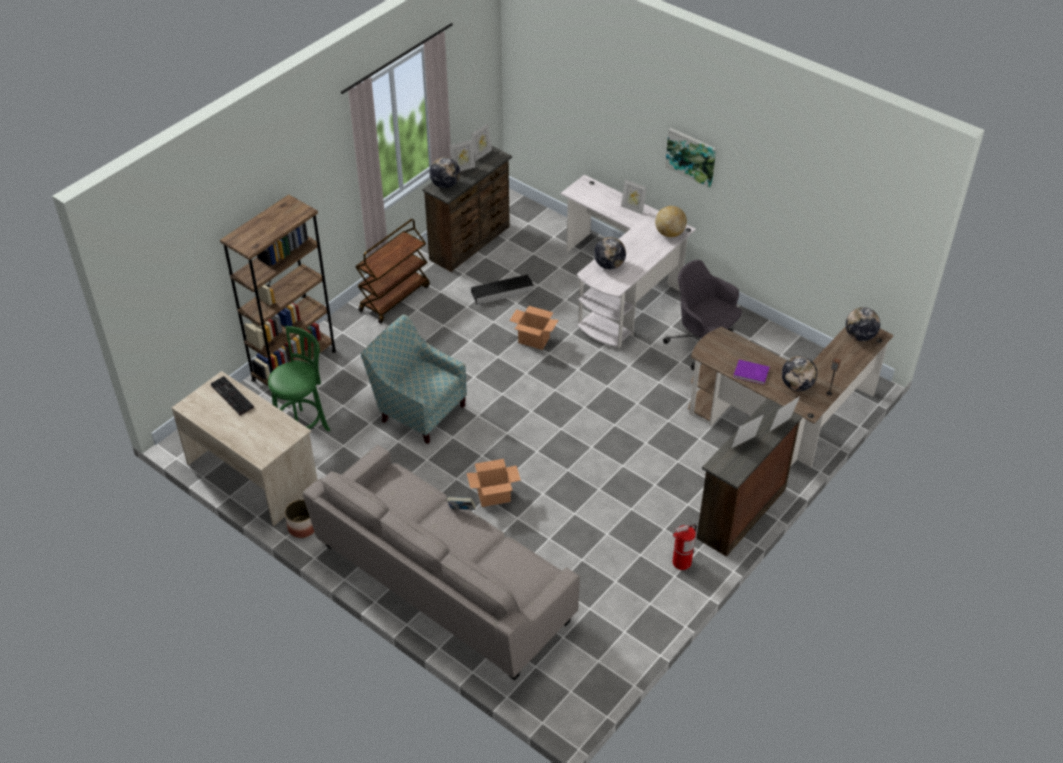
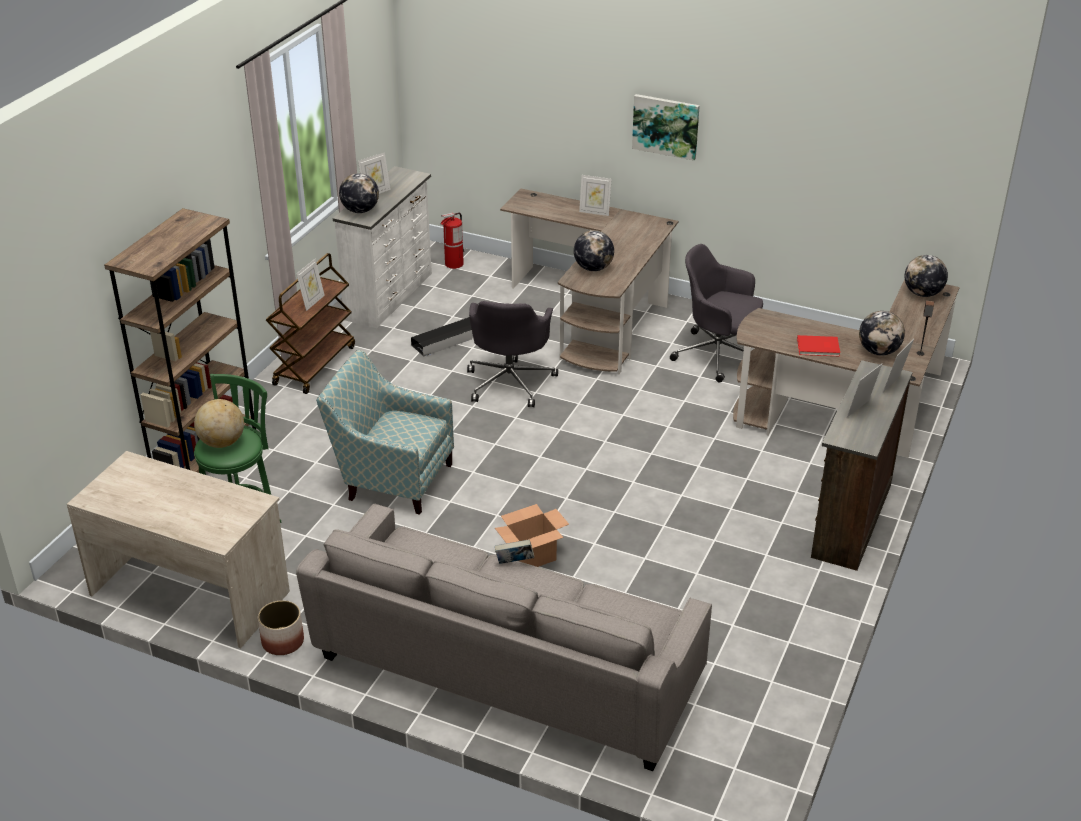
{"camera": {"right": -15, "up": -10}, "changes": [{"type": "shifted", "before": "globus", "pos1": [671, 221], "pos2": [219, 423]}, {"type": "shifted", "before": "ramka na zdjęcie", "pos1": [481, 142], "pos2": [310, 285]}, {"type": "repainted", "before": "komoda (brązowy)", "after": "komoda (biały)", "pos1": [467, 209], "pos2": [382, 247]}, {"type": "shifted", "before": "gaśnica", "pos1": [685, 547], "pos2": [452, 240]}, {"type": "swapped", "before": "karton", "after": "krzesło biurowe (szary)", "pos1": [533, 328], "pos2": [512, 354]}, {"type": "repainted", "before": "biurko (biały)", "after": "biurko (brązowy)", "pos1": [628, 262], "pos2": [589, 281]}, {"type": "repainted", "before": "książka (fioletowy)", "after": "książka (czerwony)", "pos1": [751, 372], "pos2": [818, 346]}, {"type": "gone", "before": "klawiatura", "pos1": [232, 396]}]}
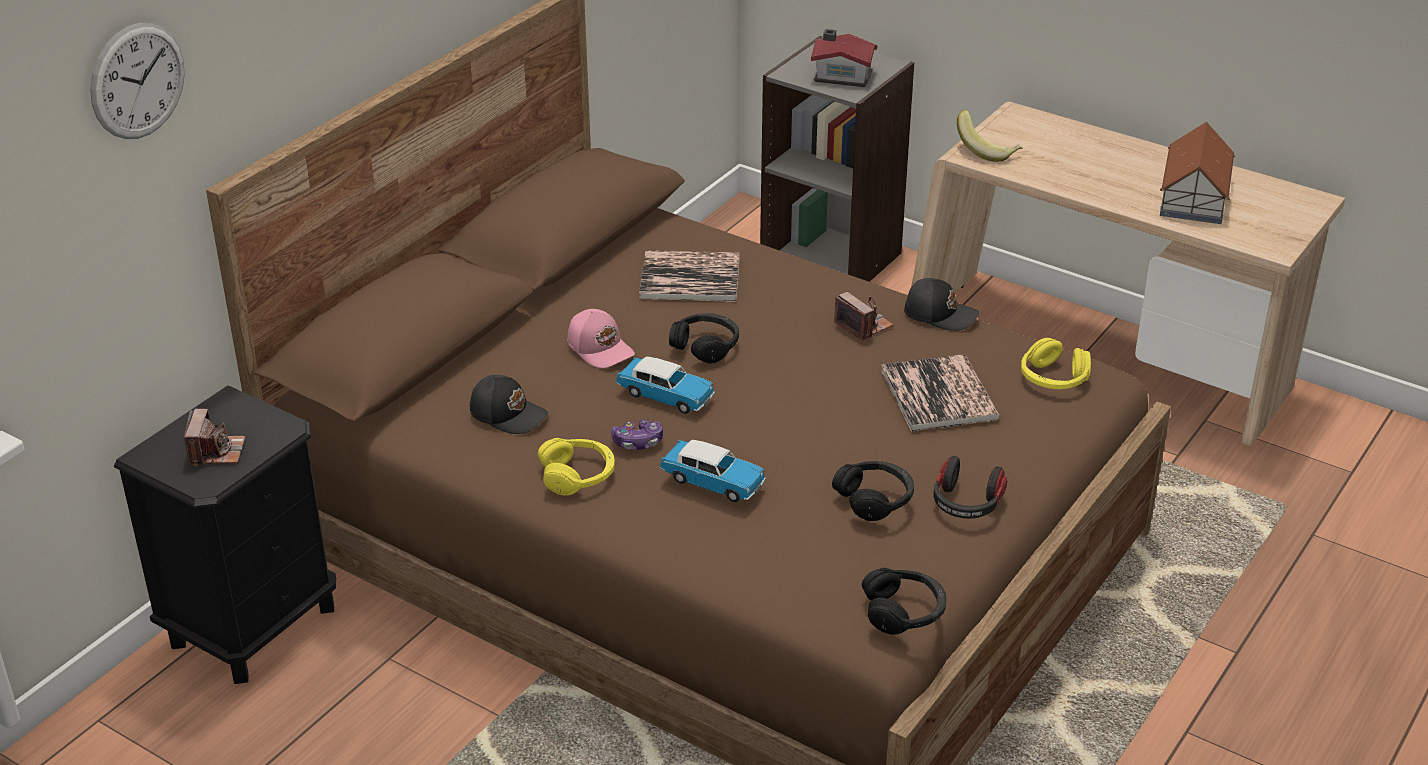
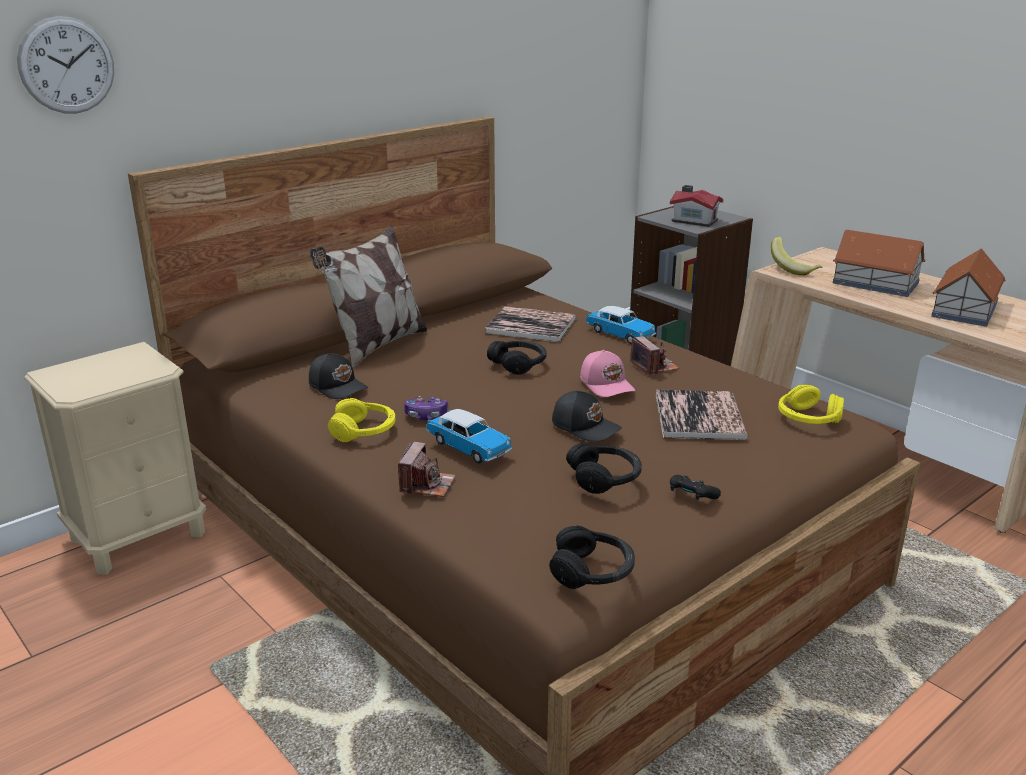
{"camera": {"right": 15, "up": -10}, "changes": [{"type": "repainted", "before": "szafka nocna (czarny)", "after": "szafka nocna (beżowy)", "pos1": [225, 534], "pos2": [115, 458]}, {"type": "new", "after": "poduszka", "pos2": [368, 296]}, {"type": "shifted", "before": "aparat fotograficzny", "pos1": [214, 438], "pos2": [427, 469]}, {"type": "shifted", "before": "czapka z daszkiem (czarny)", "pos1": [941, 304], "pos2": [587, 416]}, {"type": "shifted", "before": "czapka z daszkiem (różowy)", "pos1": [601, 338], "pos2": [607, 373]}, {"type": "shifted", "before": "samochodzik", "pos1": [665, 385], "pos2": [621, 325]}, {"type": "swapped", "before": "słuchawki", "after": "pad do gier (czarny)", "pos1": [970, 487], "pos2": [695, 487]}, {"type": "new", "after": "domek", "pos2": [879, 263]}]}
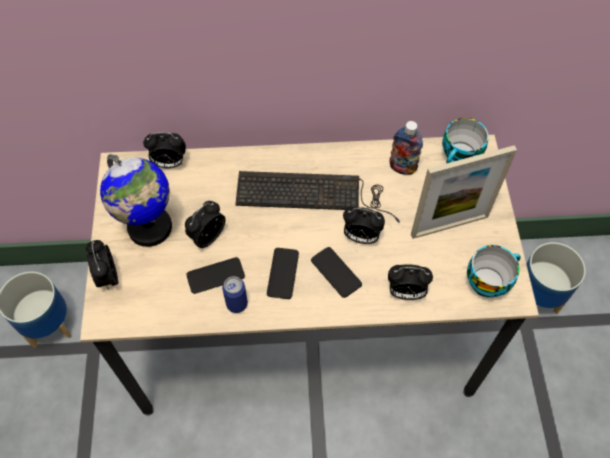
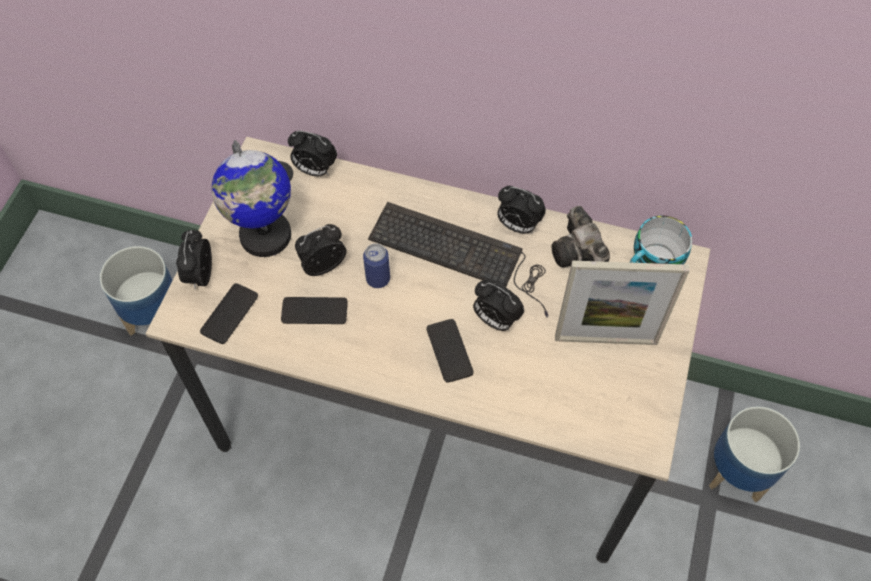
{"camera": {"right": 20, "up": 0}, "changes": [{"type": "shifted", "before": "telefon", "pos1": [283, 273], "pos2": [229, 313]}, {"type": "shifted", "before": "puszka", "pos1": [235, 294], "pos2": [376, 265]}, {"type": "shifted", "before": "budzik", "pos1": [410, 282], "pos2": [521, 209]}, {"type": "swapped", "before": "butelka", "after": "aparat fotograficzny", "pos1": [406, 148], "pos2": [581, 237]}, {"type": "gone", "before": "filiżanka", "pos1": [494, 271]}]}
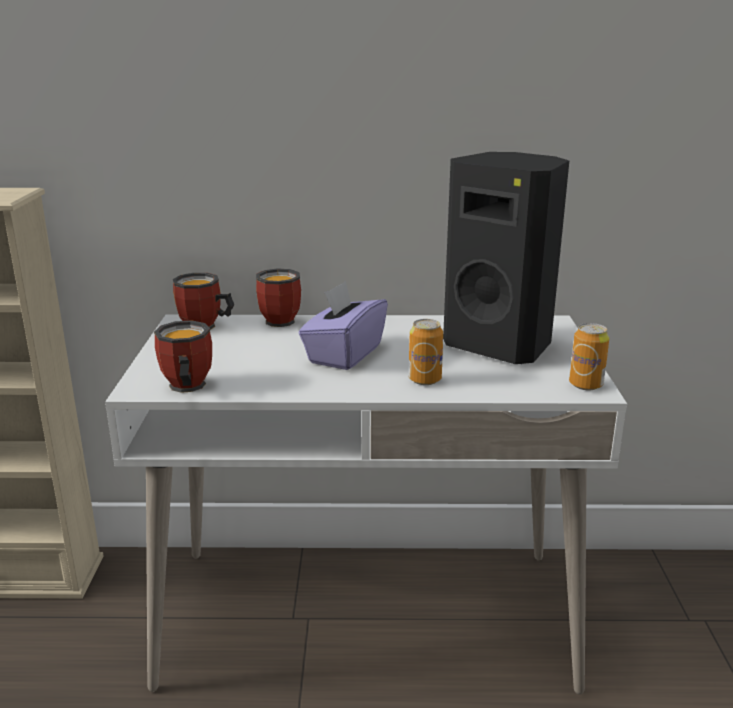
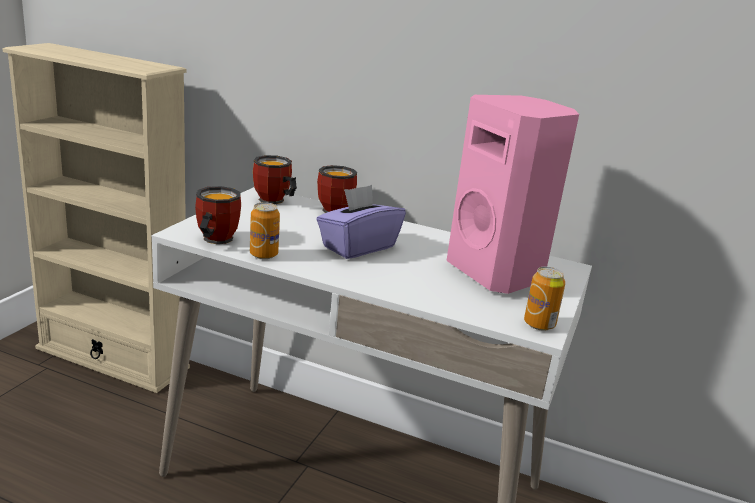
{"camera": {"right": 20, "up": 0}, "changes": [{"type": "shifted", "before": "puszka", "pos1": [425, 352], "pos2": [265, 230]}, {"type": "repainted", "before": "głośnik (czarny)", "after": "głośnik (różowy)", "pos1": [506, 258], "pos2": [512, 194]}]}
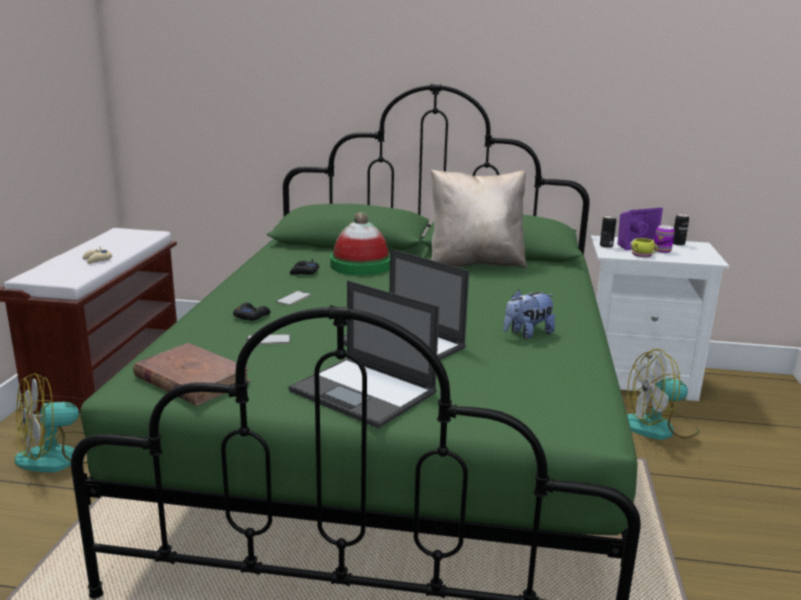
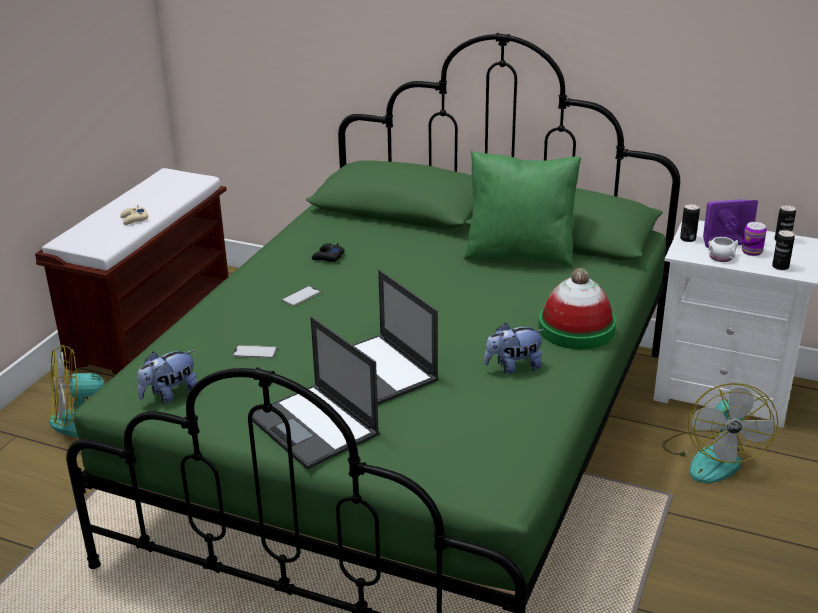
{"camera": {"right": 15, "up": 10}, "changes": [{"type": "swapped", "before": "książka (brązowy)", "after": "pluszak", "pos1": [192, 374], "pos2": [167, 376]}, {"type": "repainted", "before": "poduszka (beżowy)", "after": "poduszka (zielony)", "pos1": [479, 218], "pos2": [522, 209]}, {"type": "shifted", "before": "kapelusz", "pos1": [360, 243], "pos2": [577, 308]}, {"type": "rotated", "before": "wentylator", "pos1": [663, 394], "pos2": [720, 433], "turn": -90}, {"type": "repainted", "before": "kubek (żółty)", "after": "kubek (biały)", "pos1": [644, 247], "pos2": [723, 249]}, {"type": "new", "after": "puszka", "pos2": [783, 250]}, {"type": "gone", "before": "pad do gier (czarny)", "pos1": [252, 312]}]}
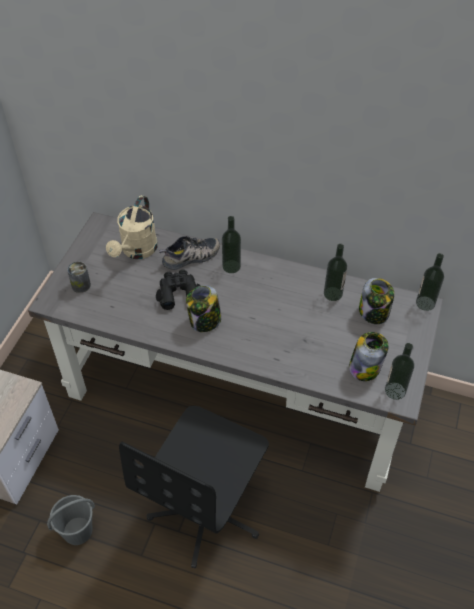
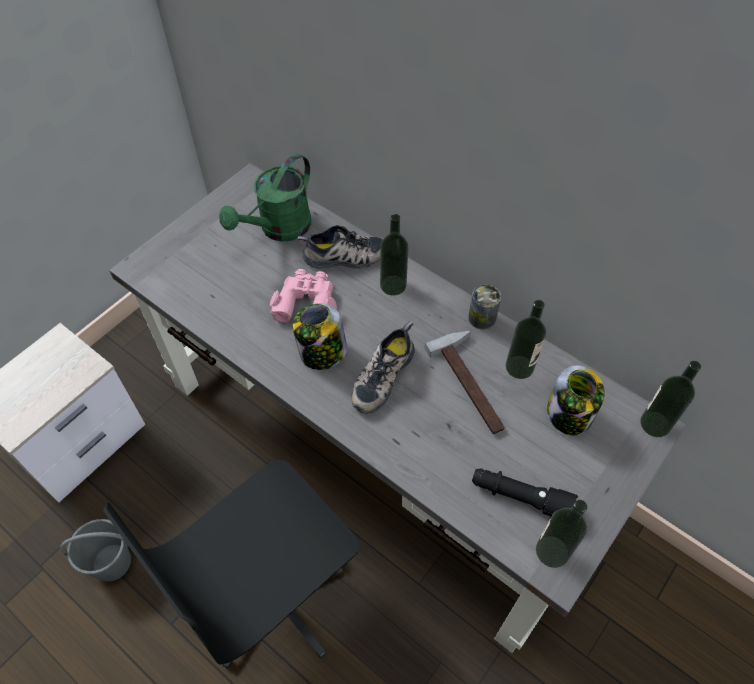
{"camera": {"right": 20, "up": 5}, "changes": [{"type": "repainted", "before": "konewka (beżowy)", "after": "konewka (zielony)", "pos1": [132, 227], "pos2": [265, 198]}, {"type": "repainted", "before": "lornetka (czarny)", "after": "lornetka (różowy)", "pos1": [178, 290], "pos2": [303, 296]}, {"type": "new", "after": "but", "pos2": [383, 367]}, {"type": "new", "after": "młotek", "pos2": [465, 382]}, {"type": "shifted", "before": "puszka", "pos1": [79, 277], "pos2": [484, 307]}, {"type": "swapped", "before": "słoik", "after": "latarka (czarny)", "pos1": [369, 356], "pos2": [525, 492]}]}
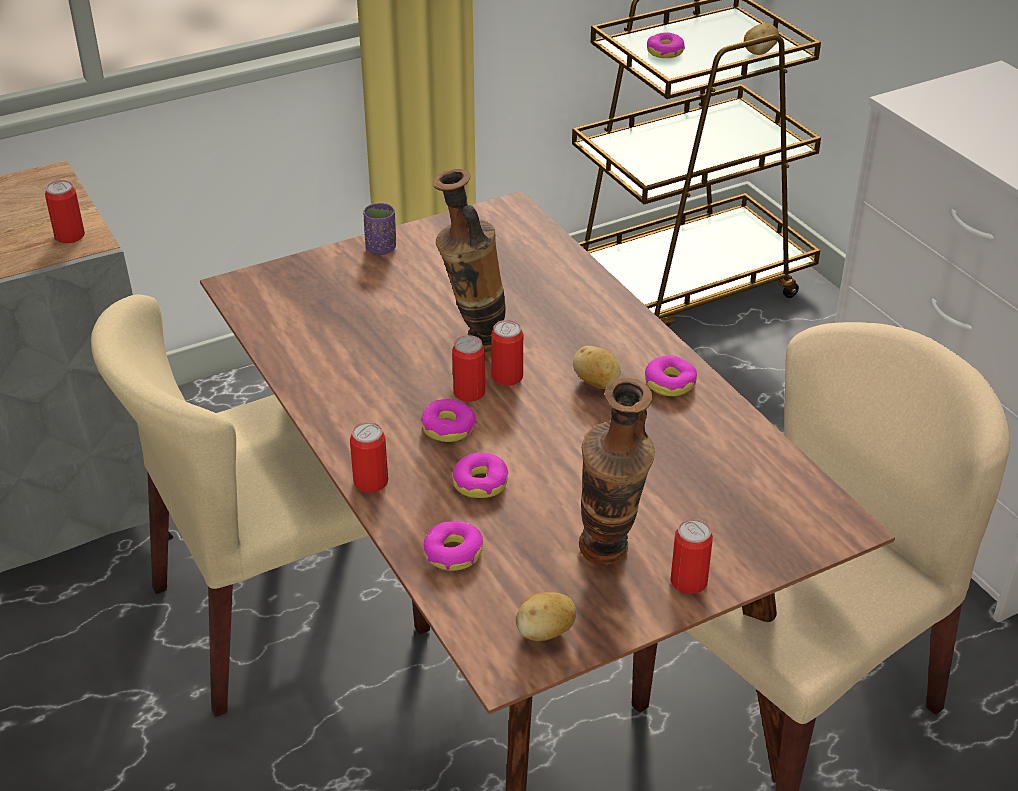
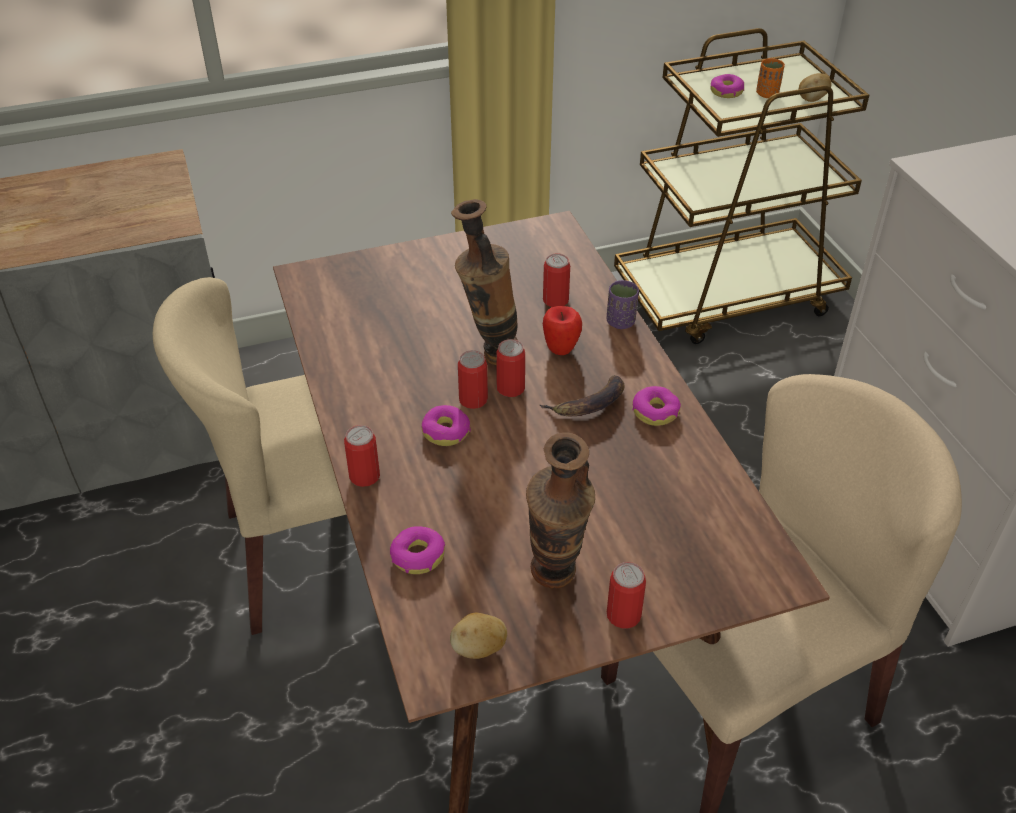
{"camera": {"right": 10, "up": 5}, "changes": [{"type": "swapped", "before": "ziemniak", "after": "banan", "pos1": [597, 367], "pos2": [582, 395]}, {"type": "shifted", "before": "puszka", "pos1": [65, 211], "pos2": [556, 280]}, {"type": "new", "after": "jabłko", "pos2": [562, 330]}, {"type": "shifted", "before": "filiżanka (fioletowy)", "pos1": [379, 229], "pos2": [623, 304]}, {"type": "new", "after": "filiżanka (pomarańczowy)", "pos2": [770, 78]}, {"type": "gone", "before": "donut", "pos1": [480, 475]}]}
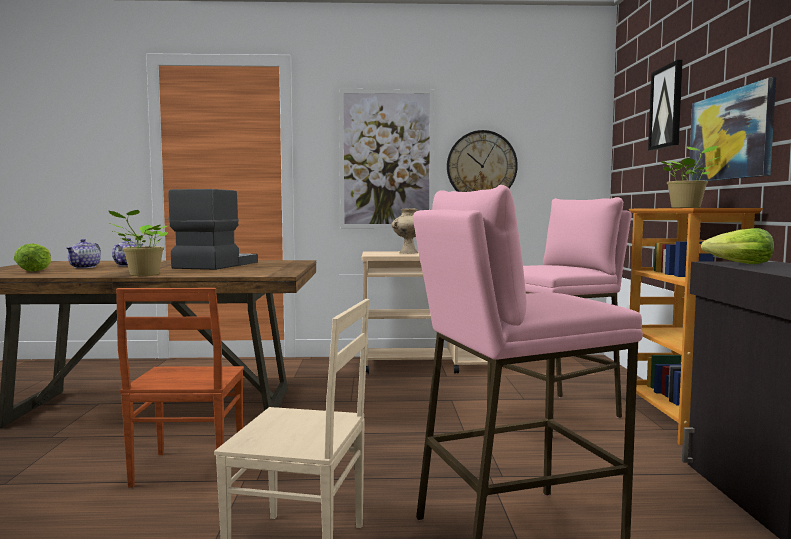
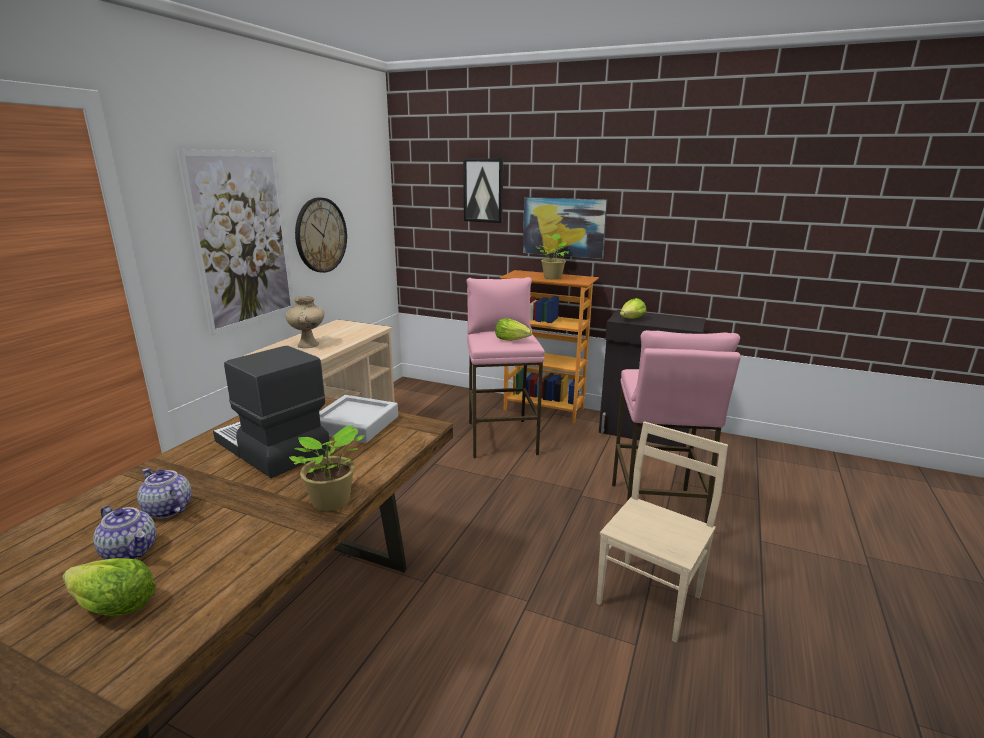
{"camera": {"right": -65, "up": 15}, "changes": [{"type": "new", "after": "taca (szary)", "pos2": [358, 419]}, {"type": "new", "after": "sałata", "pos2": [513, 329]}, {"type": "gone", "before": "krzesło (brązowy)", "pos1": [180, 388]}]}
